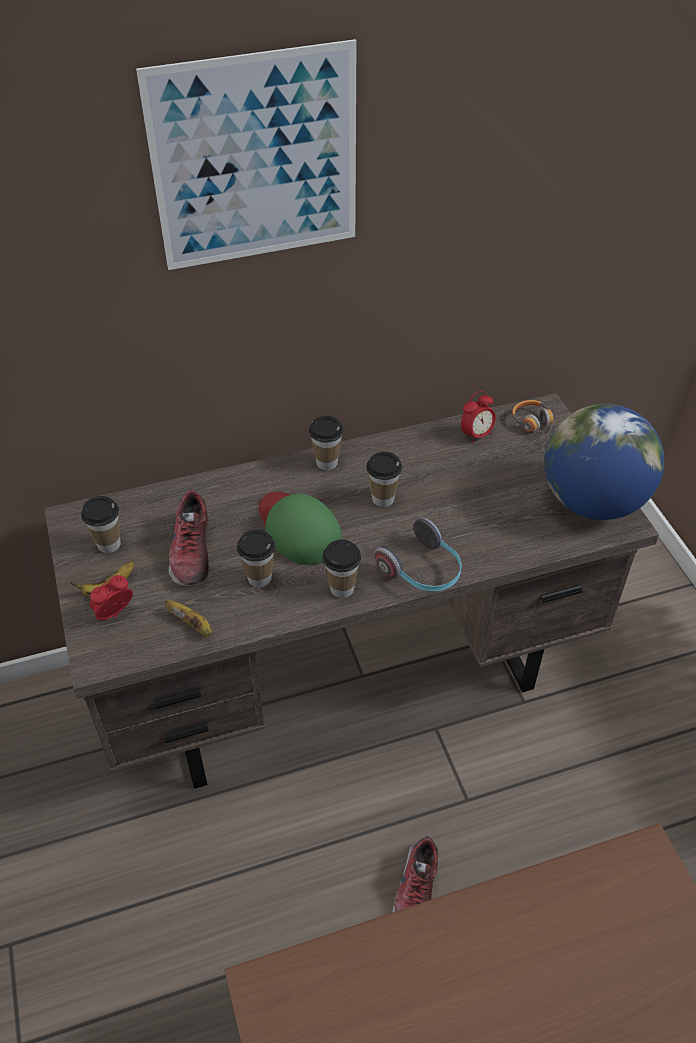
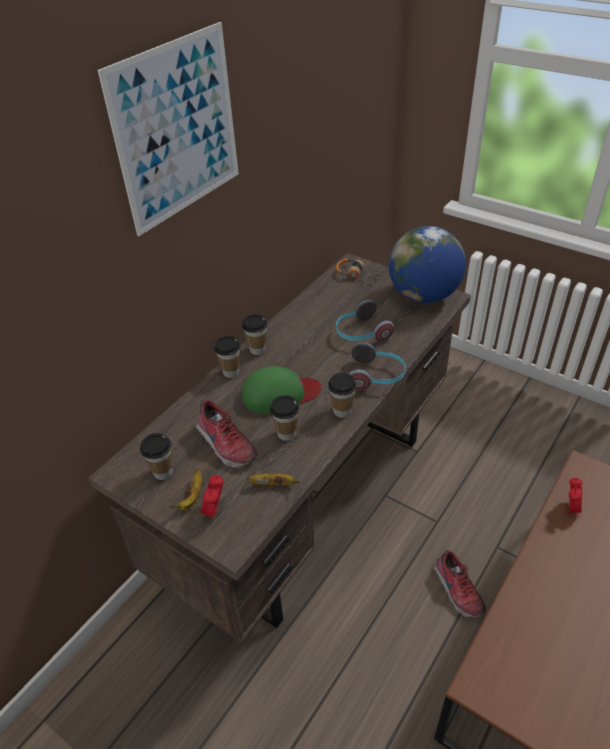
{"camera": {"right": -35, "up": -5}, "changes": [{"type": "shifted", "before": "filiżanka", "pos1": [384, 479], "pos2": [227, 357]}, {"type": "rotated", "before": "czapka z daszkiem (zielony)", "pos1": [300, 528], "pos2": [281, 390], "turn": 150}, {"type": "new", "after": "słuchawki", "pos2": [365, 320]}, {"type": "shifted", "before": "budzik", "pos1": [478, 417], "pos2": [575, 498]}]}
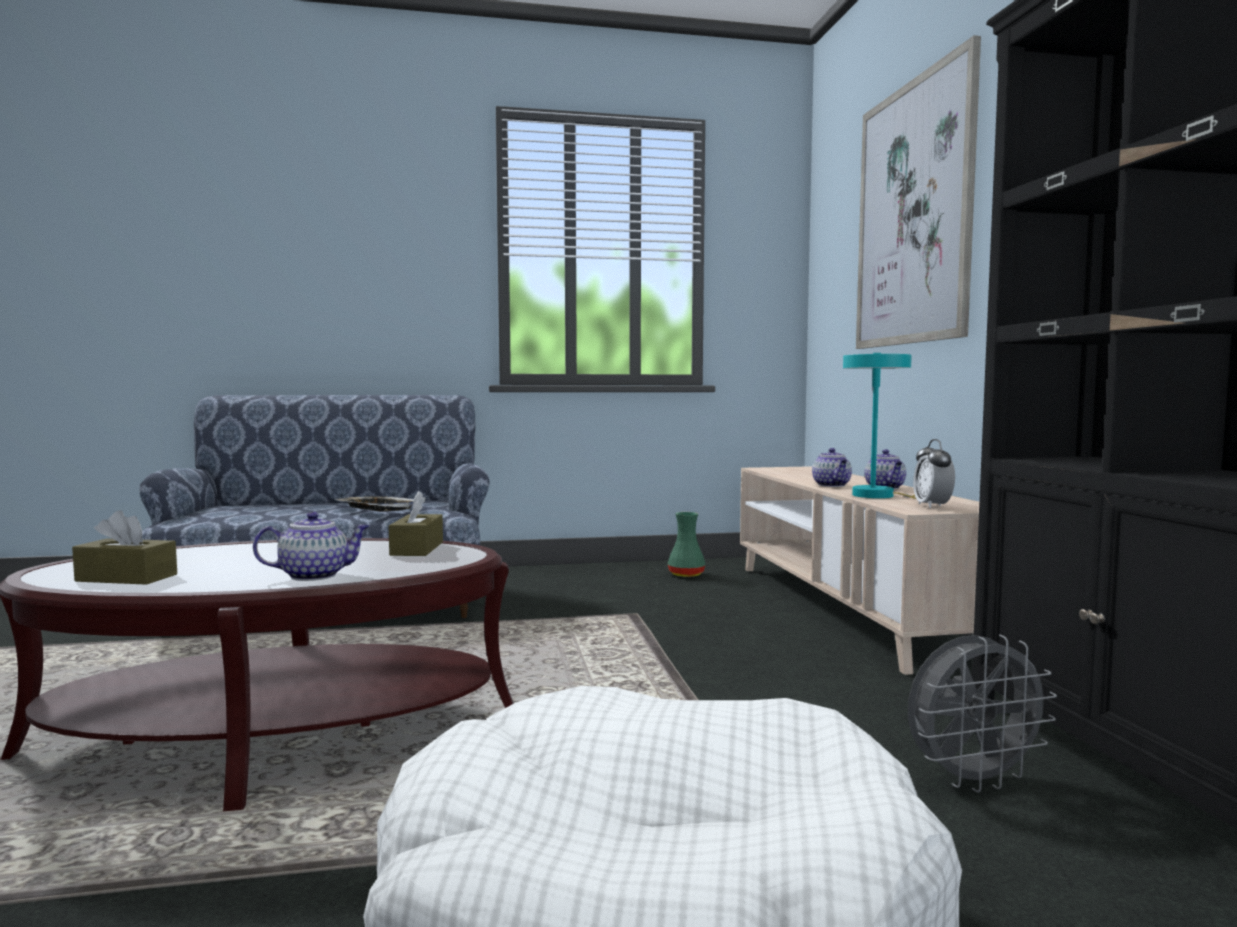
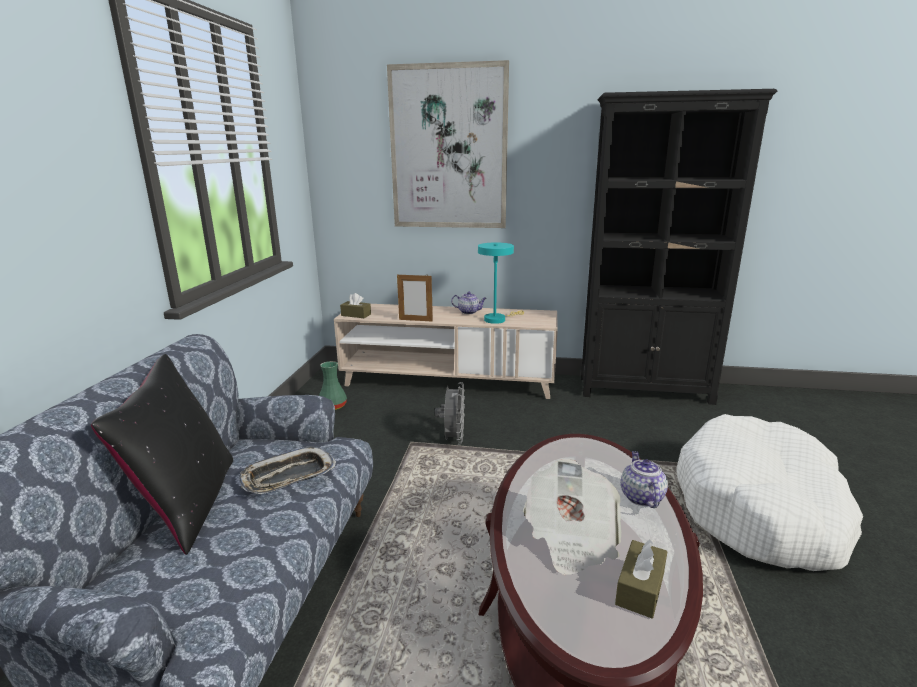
{"camera": {"right": -70, "up": 15}, "changes": [{"type": "new", "after": "poduszka (czarny)", "pos2": [162, 454]}, {"type": "shifted", "before": "pudełko chusteczek (brązowy)", "pos1": [416, 523], "pos2": [355, 305]}, {"type": "new", "after": "ramka na zdjęcie", "pos2": [415, 297]}, {"type": "shifted", "before": "wentylator (szary)", "pos1": [982, 713], "pos2": [450, 413]}, {"type": "new", "after": "gazeta", "pos2": [572, 517]}, {"type": "gone", "before": "imbryk", "pos1": [832, 467]}, {"type": "gone", "before": "budzik", "pos1": [934, 473]}]}
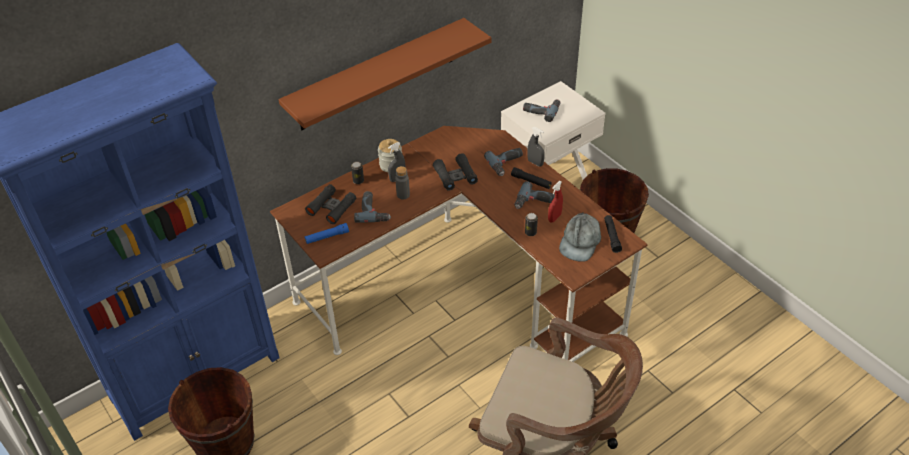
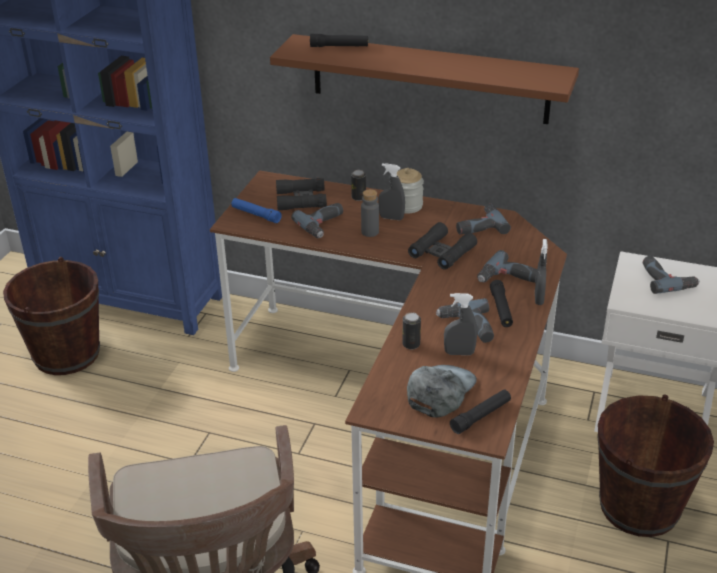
{"camera": {"right": 55, "up": -10}, "changes": [{"type": "new", "after": "latarka (czarny)", "pos2": [339, 40]}, {"type": "rotated", "before": "czapka z daszkiem (szary)", "pos1": [580, 237], "pos2": [442, 391], "turn": 135}, {"type": "repainted", "before": "spryskiwacz (czerwony)", "after": "spryskiwacz (szary)", "pos1": [555, 202], "pos2": [460, 324]}, {"type": "new", "after": "wiertarka", "pos2": [483, 218]}]}
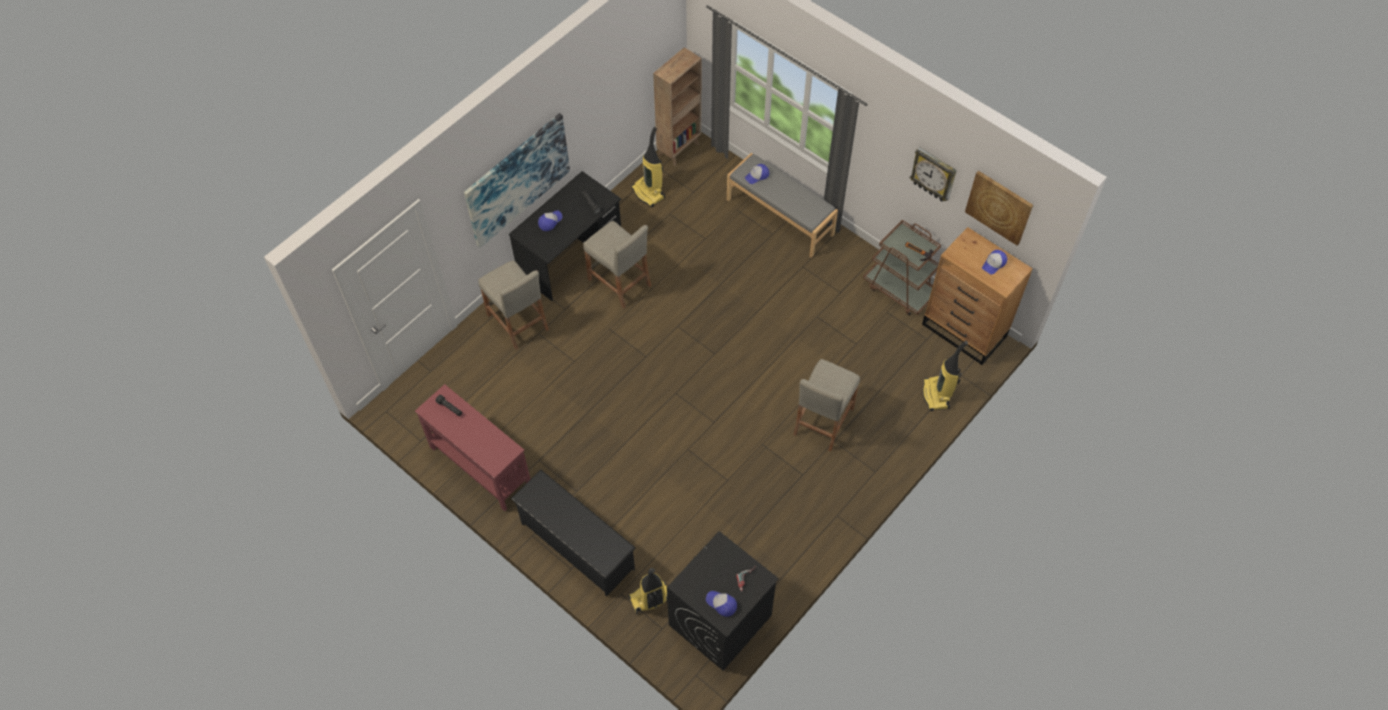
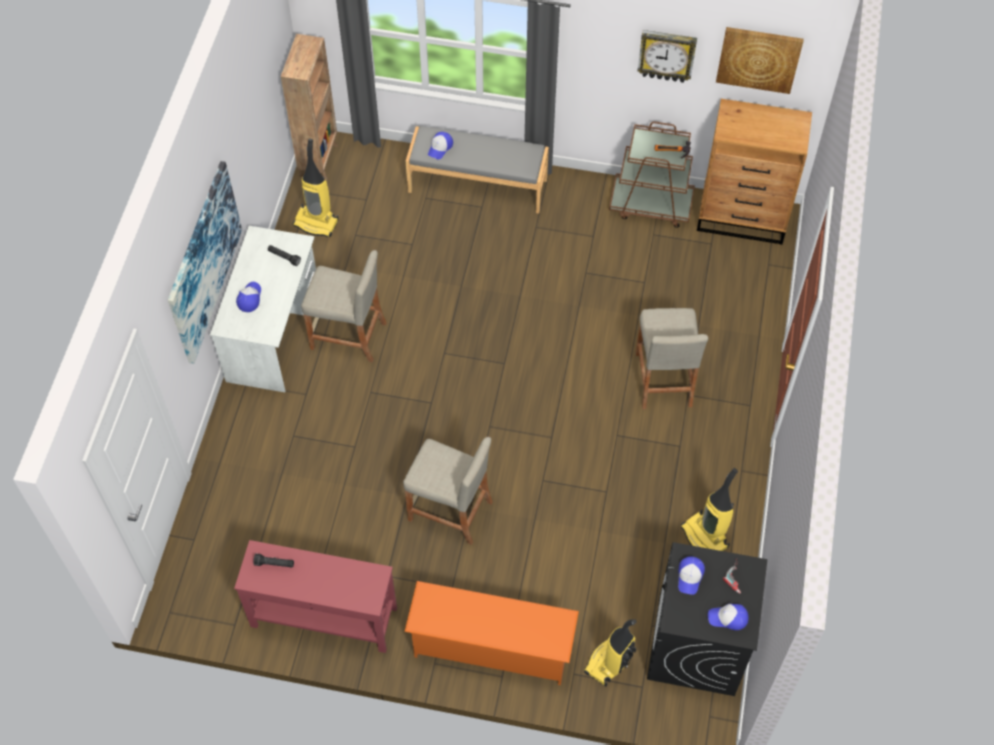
{"camera": {"right": -30, "up": 0}, "changes": [{"type": "repainted", "before": "biurko (czarny)", "after": "biurko (biały)", "pos1": [565, 236], "pos2": [263, 309]}, {"type": "shifted", "before": "stołek (beżowy)", "pos1": [514, 305], "pos2": [448, 491]}, {"type": "repainted", "before": "regał na buty (czarny)", "after": "regał na buty (pomarańczowy)", "pos1": [573, 533], "pos2": [491, 633]}, {"type": "shifted", "before": "czapka z daszkiem", "pos1": [994, 262], "pos2": [691, 575]}, {"type": "shifted", "before": "odkurzacz", "pos1": [945, 376], "pos2": [709, 509]}]}
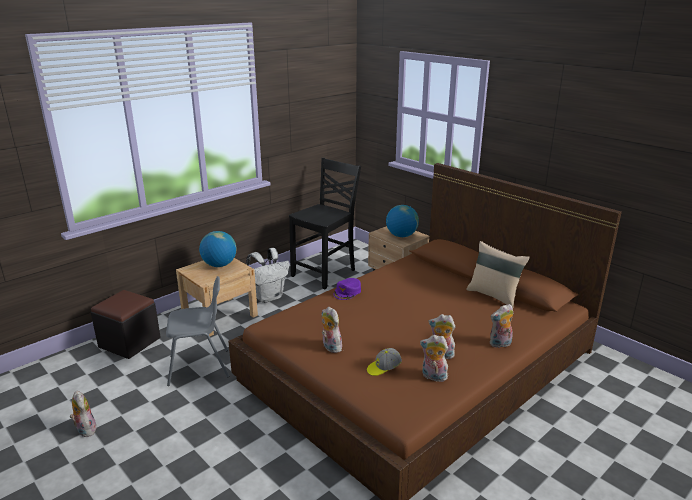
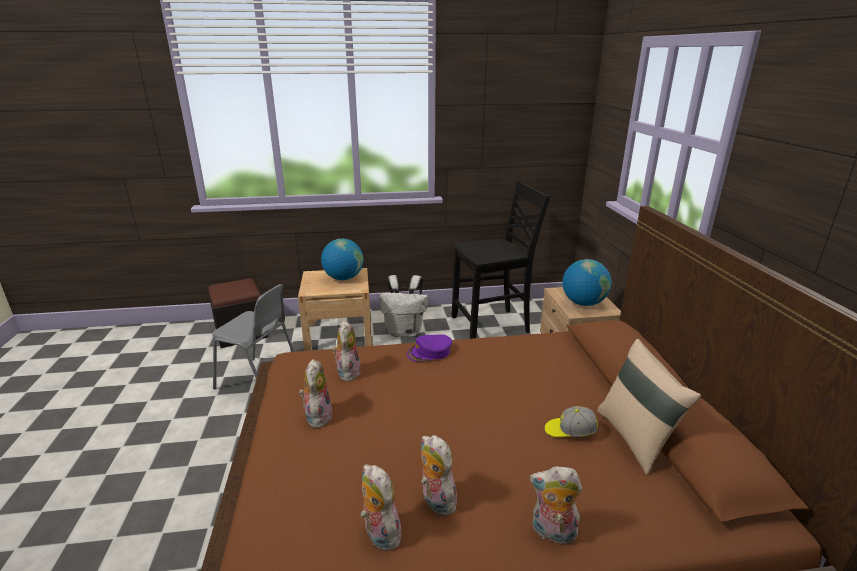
{"camera": {"right": 35, "up": 0}, "changes": [{"type": "shifted", "before": "pluszak", "pos1": [83, 414], "pos2": [346, 351]}, {"type": "shifted", "before": "czapka z daszkiem", "pos1": [384, 362], "pos2": [571, 421]}]}
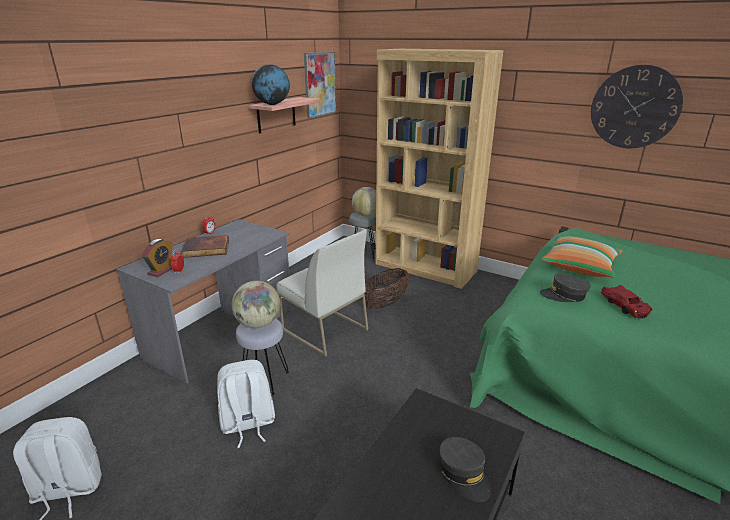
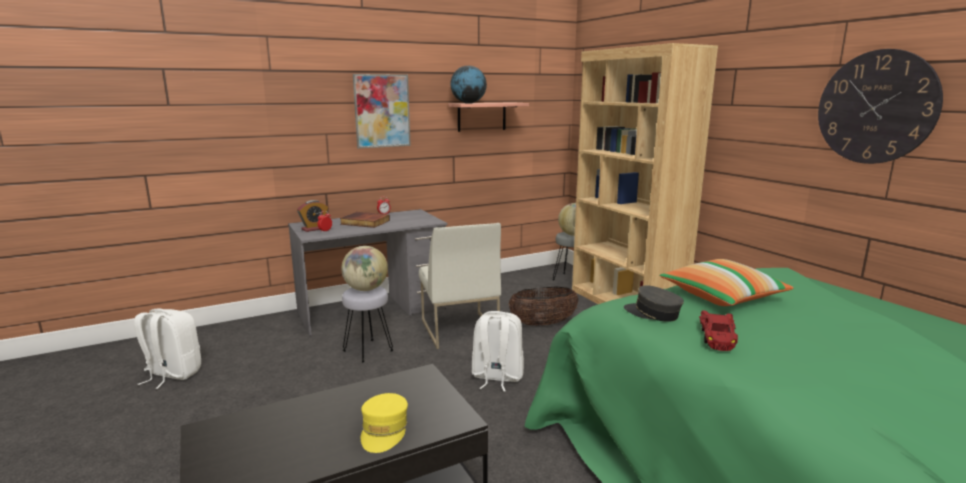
{"camera": {"right": 30, "up": -10}, "changes": [{"type": "shifted", "before": "obraz", "pos1": [320, 85], "pos2": [382, 111]}, {"type": "repainted", "before": "czapka z daszkiem (szary)", "after": "czapka z daszkiem (żółty)", "pos1": [465, 469], "pos2": [384, 423]}, {"type": "shifted", "before": "plecak (biały)", "pos1": [246, 404], "pos2": [498, 351]}]}
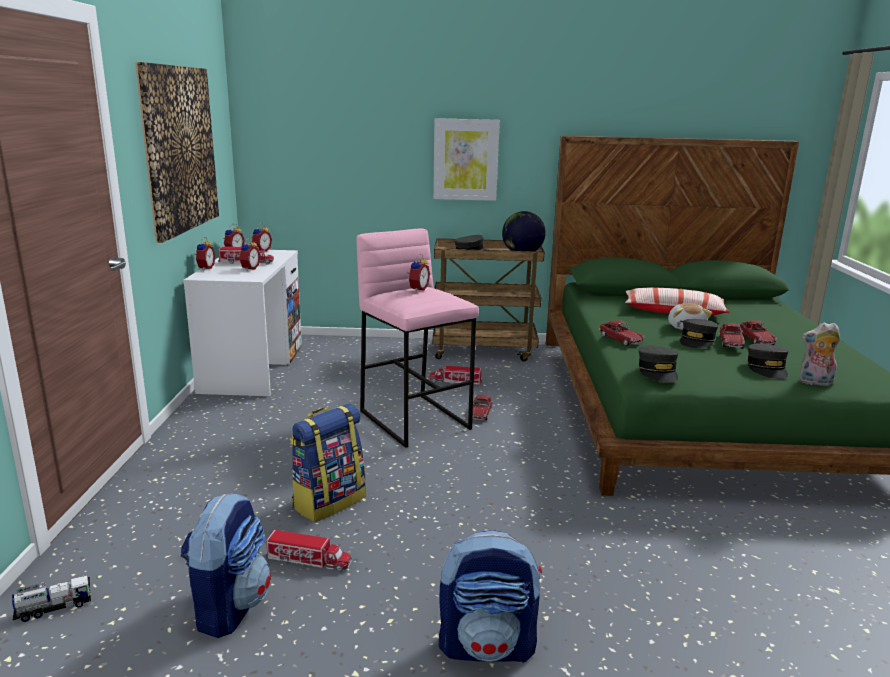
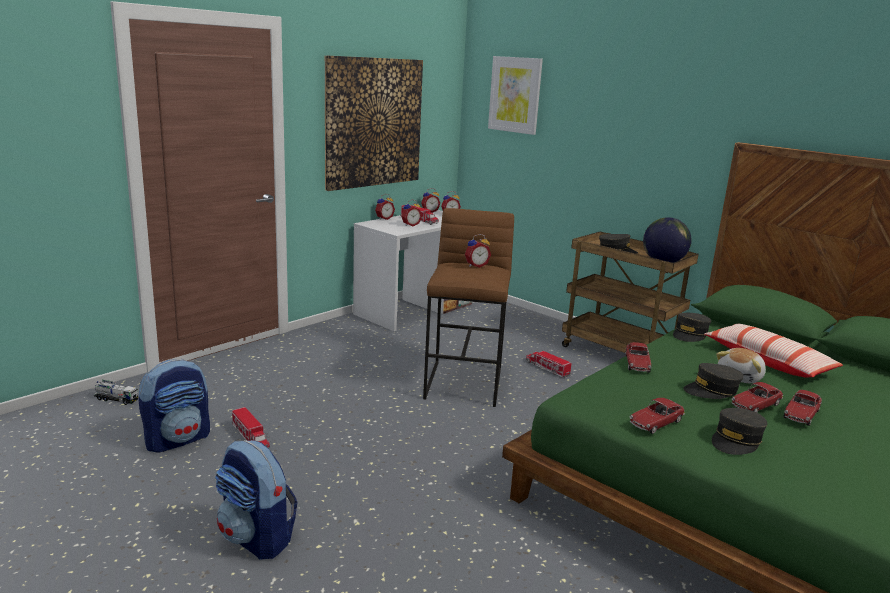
{"camera": {"right": 40, "up": 0}, "changes": [{"type": "repainted", "before": "stołek (różowy)", "after": "stołek (brązowy)", "pos1": [418, 338], "pos2": [468, 307]}, {"type": "shifted", "before": "obraz", "pos1": [466, 159], "pos2": [515, 95]}, {"type": "shifted", "before": "samochodzik", "pos1": [483, 407], "pos2": [657, 416]}, {"type": "shifted", "before": "czapka z daszkiem (szary)", "pos1": [658, 364], "pos2": [692, 327]}, {"type": "gone", "before": "plecak", "pos1": [327, 463]}, {"type": "gone", "before": "pluszak", "pos1": [819, 354]}]}
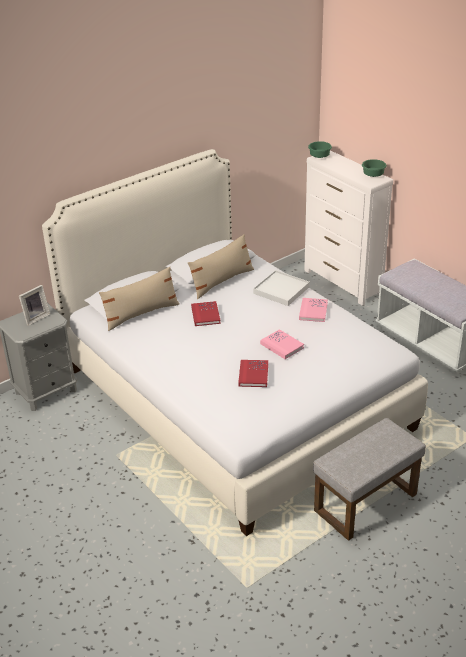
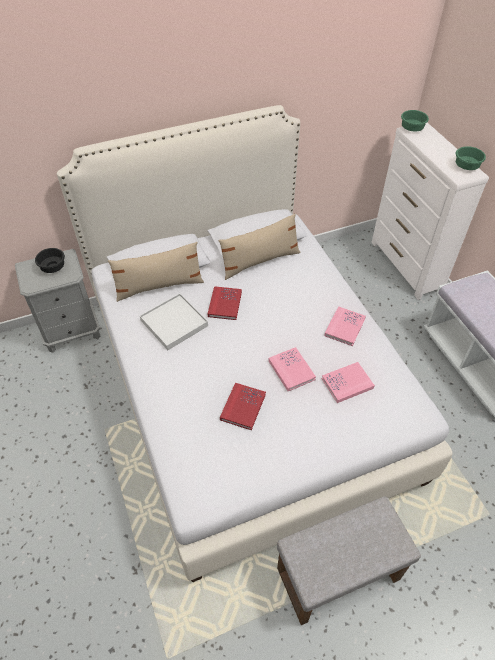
{"camera": {"right": 15, "up": 15}, "changes": [{"type": "swapped", "before": "ramka na zdjęcie", "after": "miska (czarny)", "pos1": [34, 305], "pos2": [50, 260]}, {"type": "shifted", "before": "taca (biały)", "pos1": [281, 288], "pos2": [174, 321]}, {"type": "new", "after": "książka (różowy)", "pos2": [348, 382]}]}
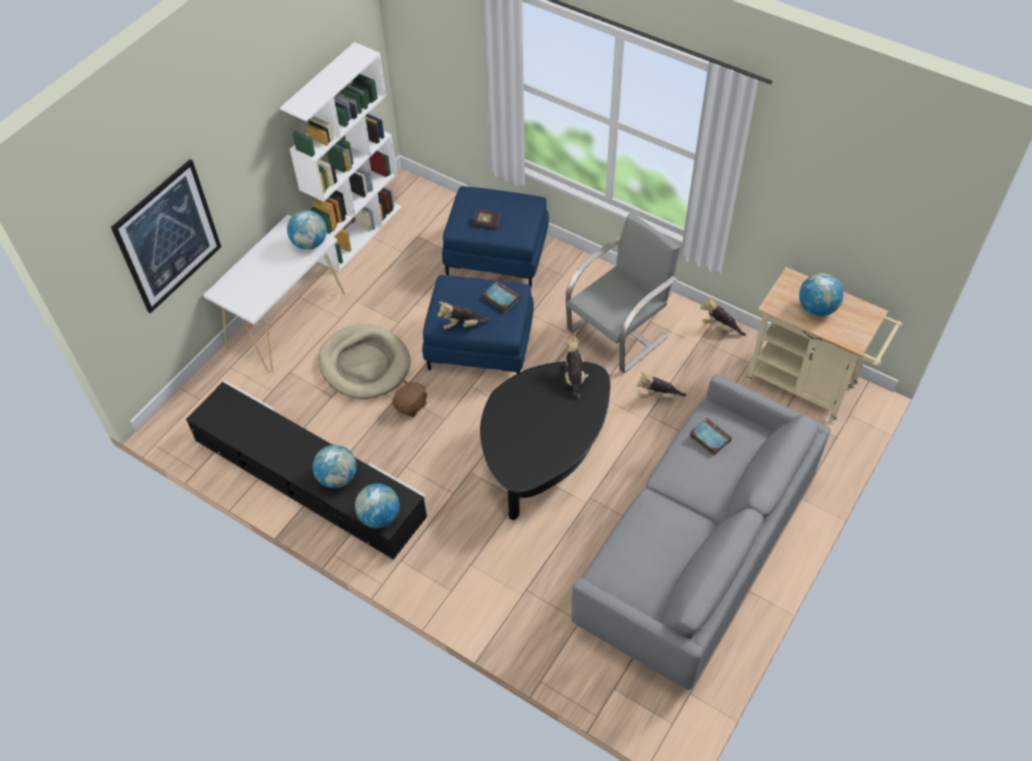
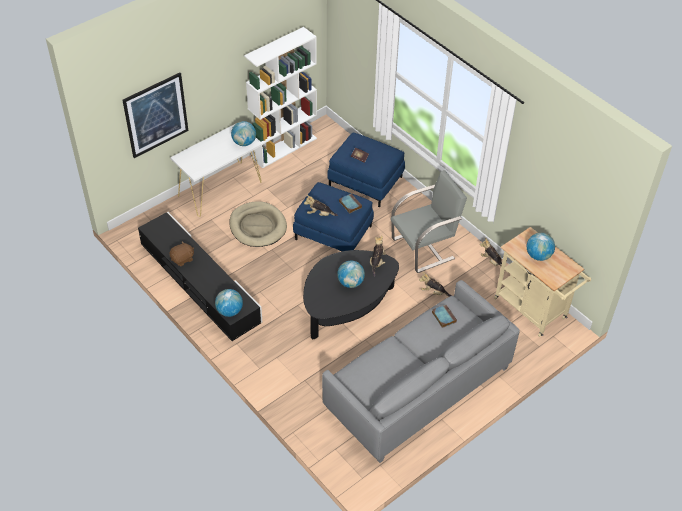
{"camera": {"right": 15, "up": -5}, "changes": [{"type": "shifted", "before": "pluszak (brązowy)", "pos1": [409, 398], "pos2": [181, 253]}, {"type": "shifted", "before": "globus", "pos1": [334, 466], "pos2": [351, 274]}]}
